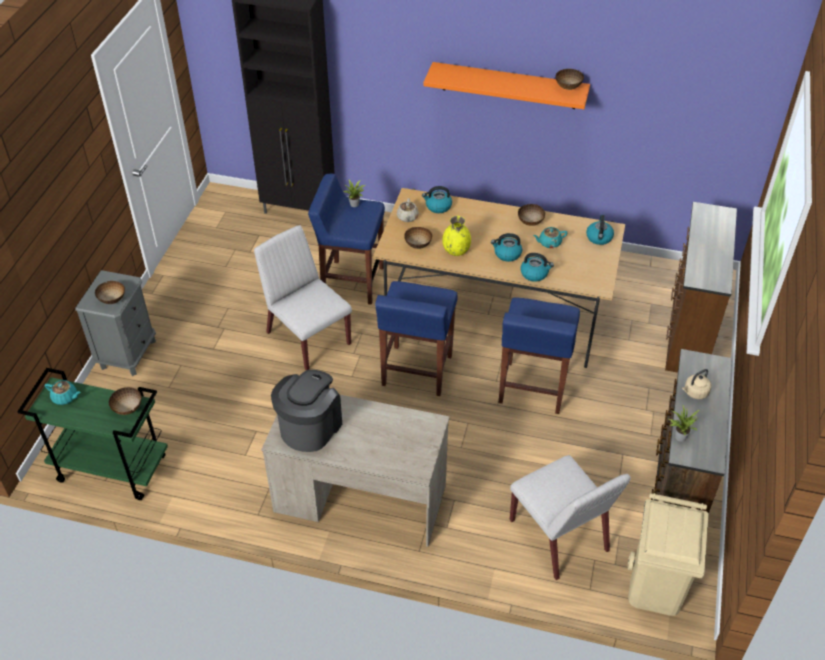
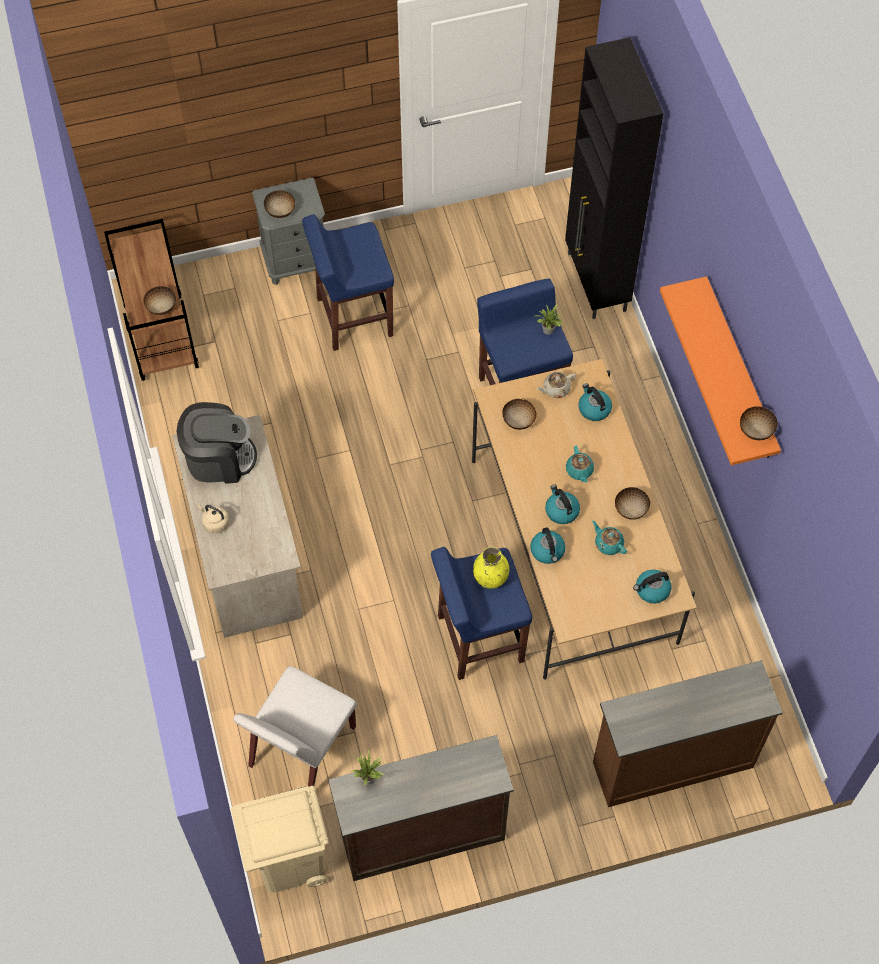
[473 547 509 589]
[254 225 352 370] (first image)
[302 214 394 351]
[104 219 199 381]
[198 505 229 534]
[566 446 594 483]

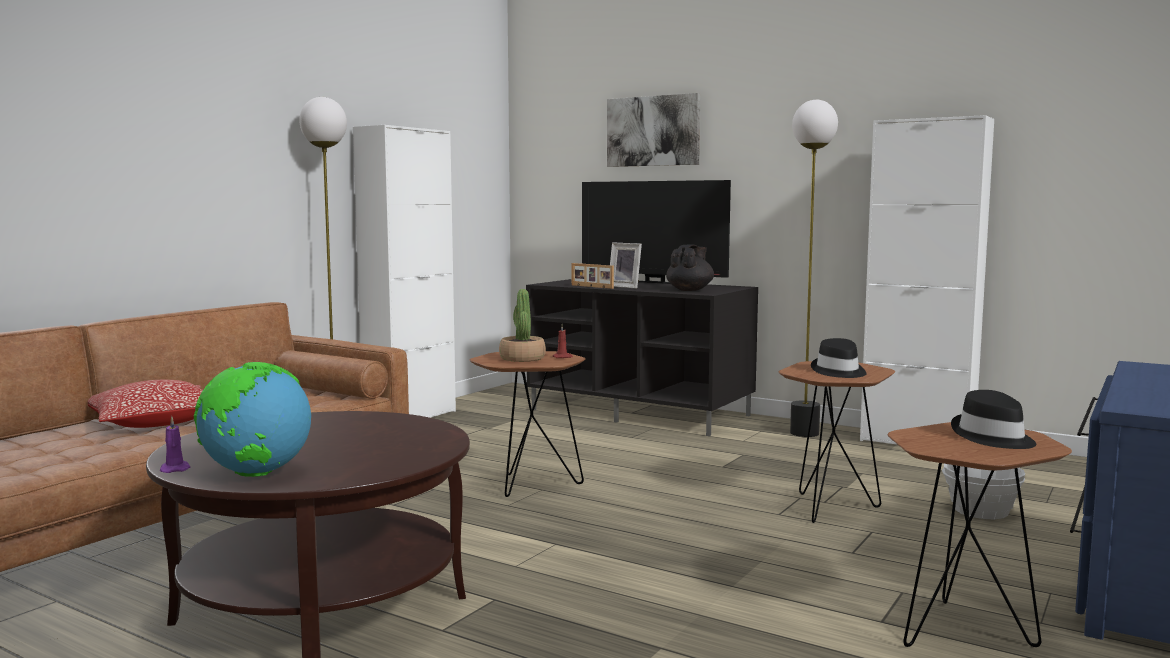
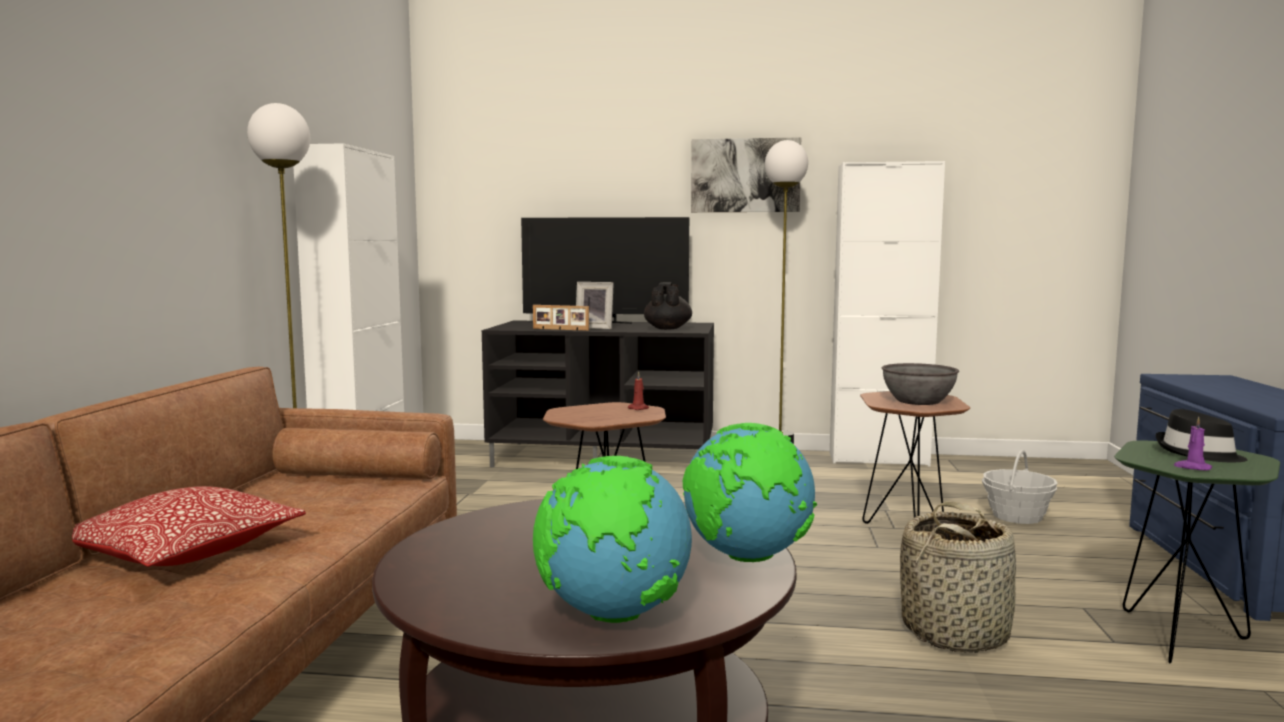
[691 137 801 212]
[499 289 546 362] (first image)
[882 363 959 405]
[1174 417 1212 471]
[1114 440 1280 664]
[683 423 818 562]
[900 501 1016 653]

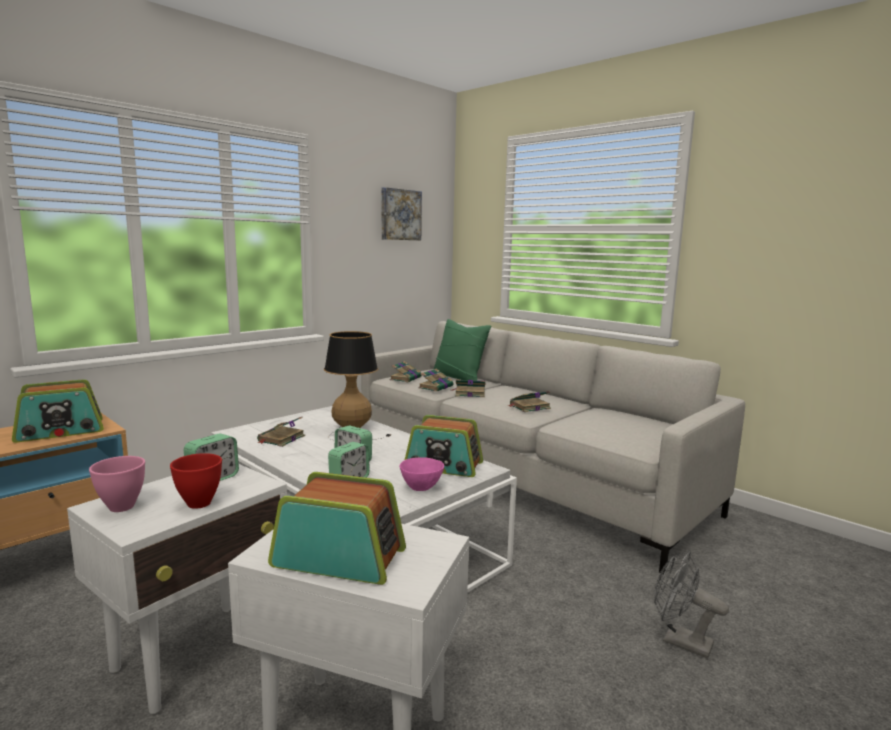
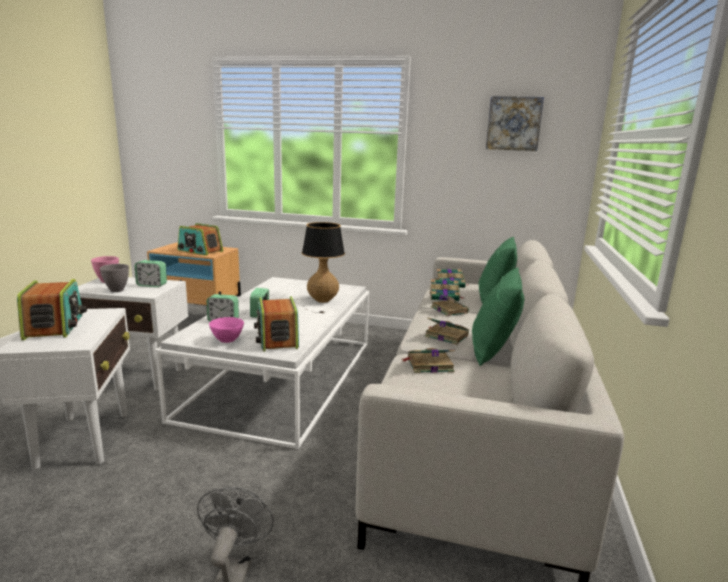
[402 348 455 373]
[100 264 129 292]
[472 267 525 366]

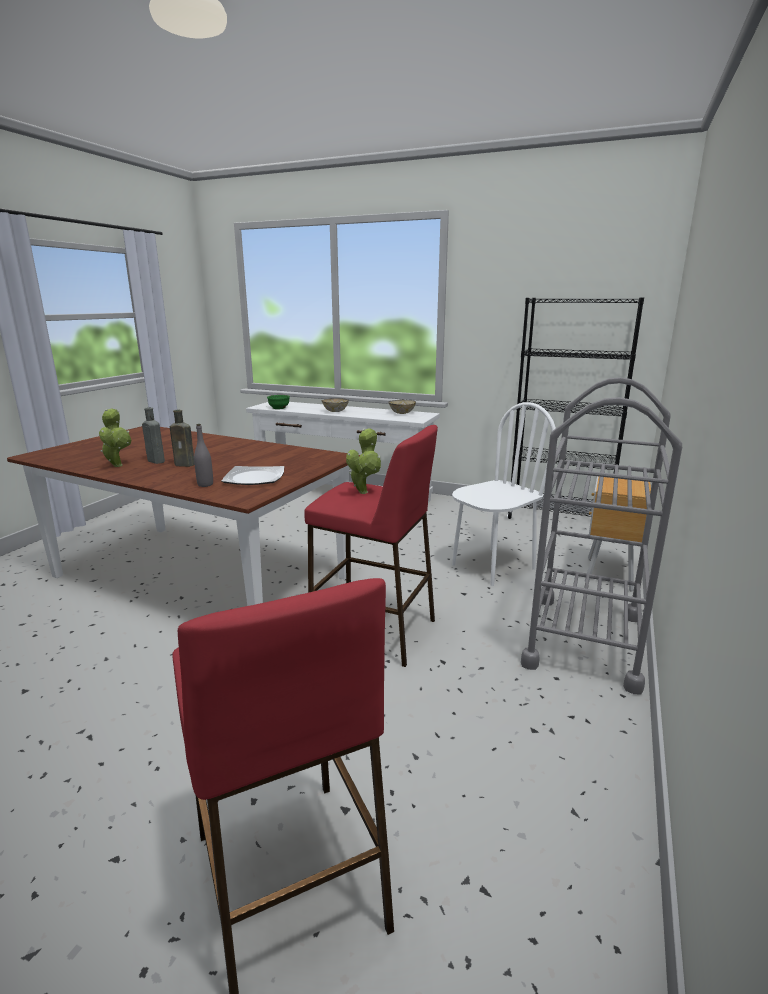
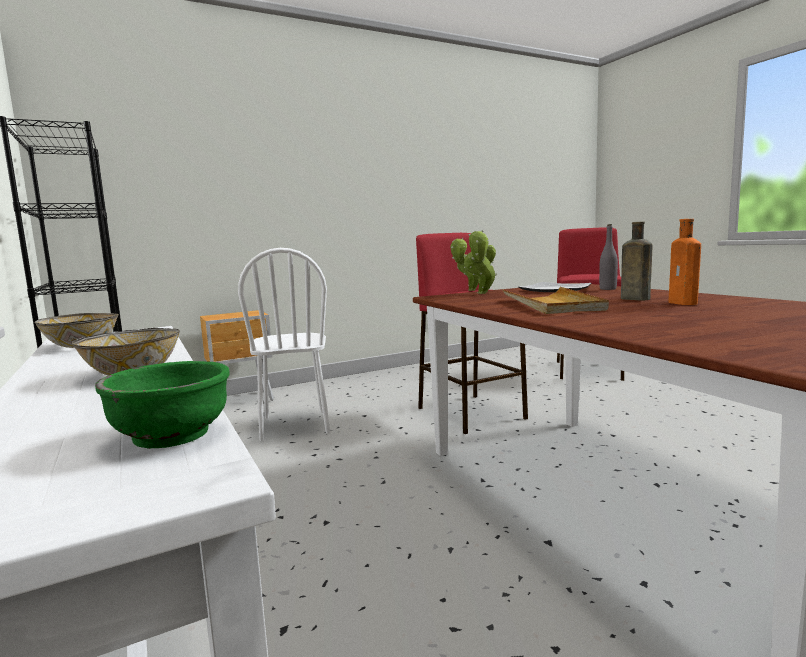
[521 377 682 695] (first image)
[238 248 330 441]
[669 219 701 305]
[464 230 497 294]
[503 287 609 314]

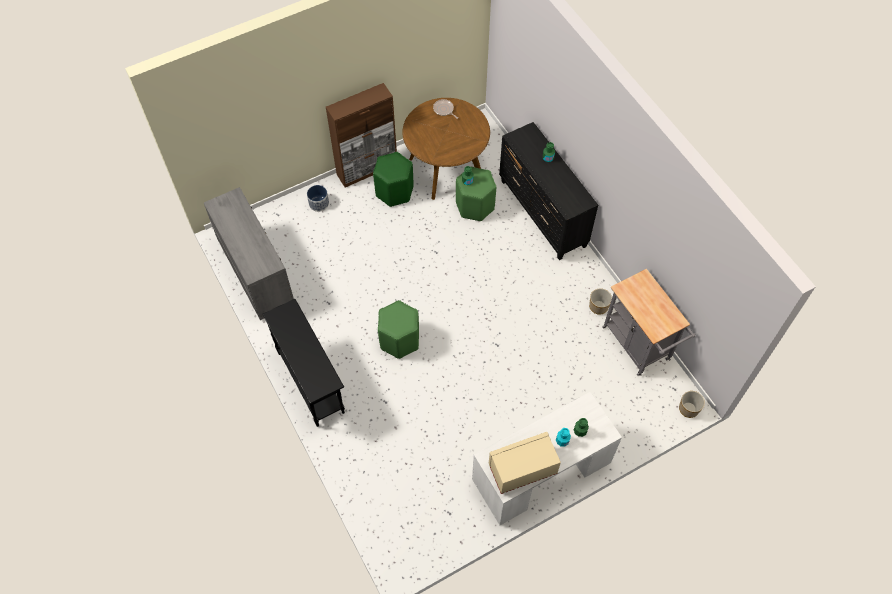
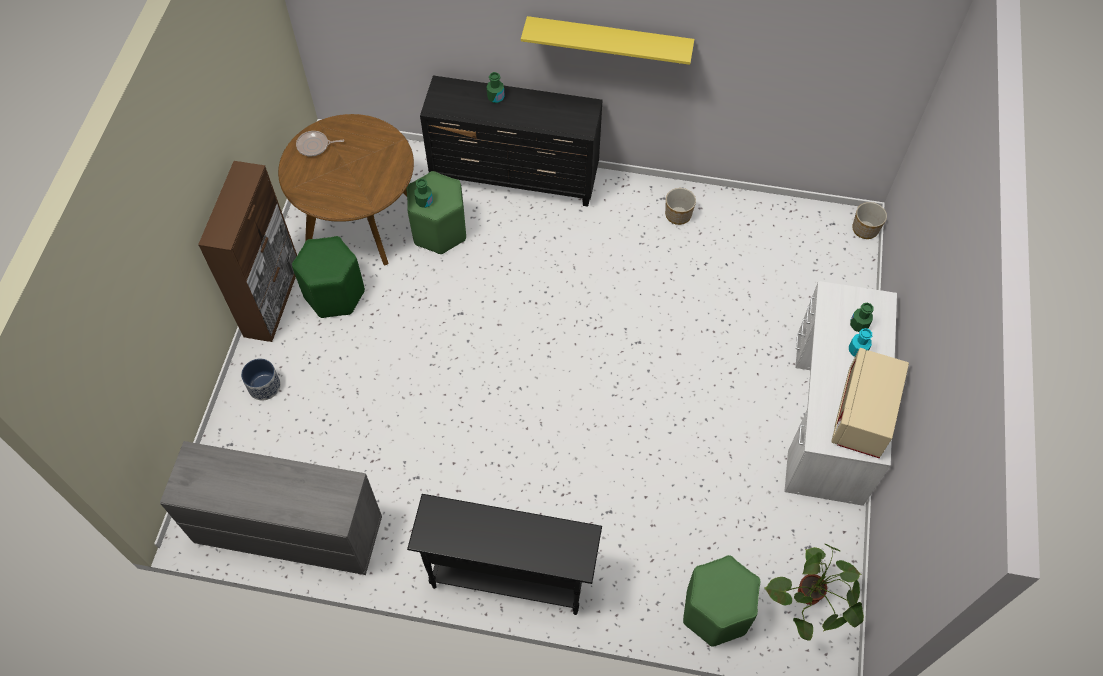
[602 269 695 376] (first image)
[683 555 760 647]
[521 16 694 65]
[764 544 864 641]

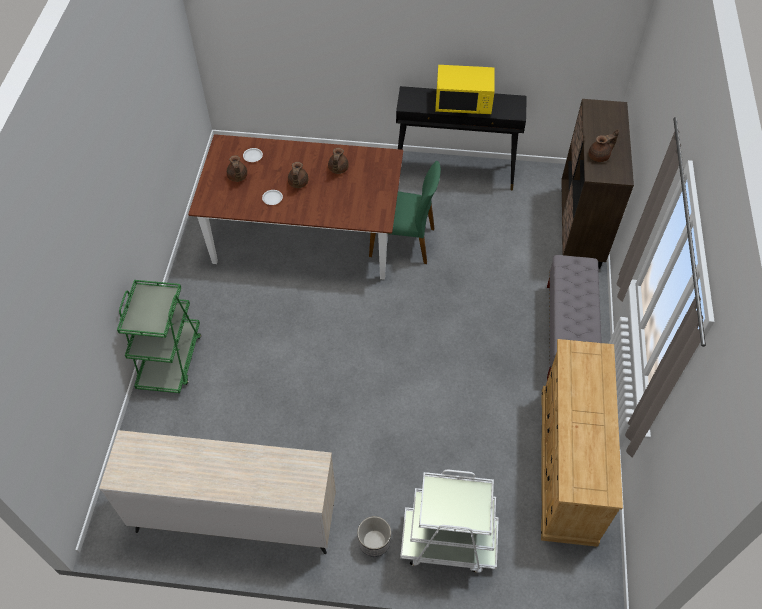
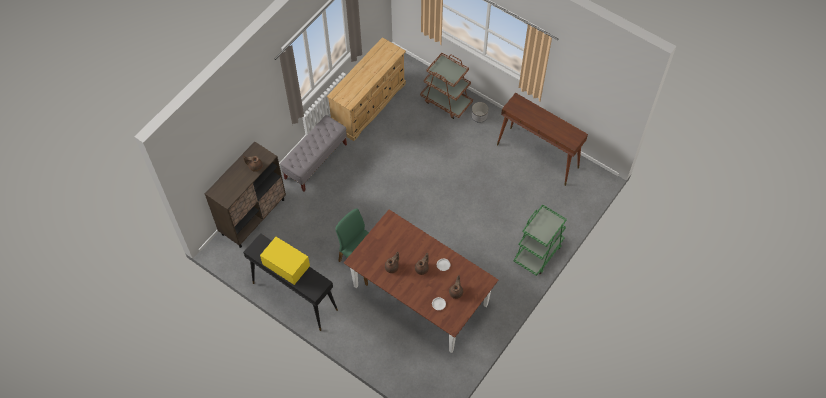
[497 93 588 186]
[420 53 473 119]

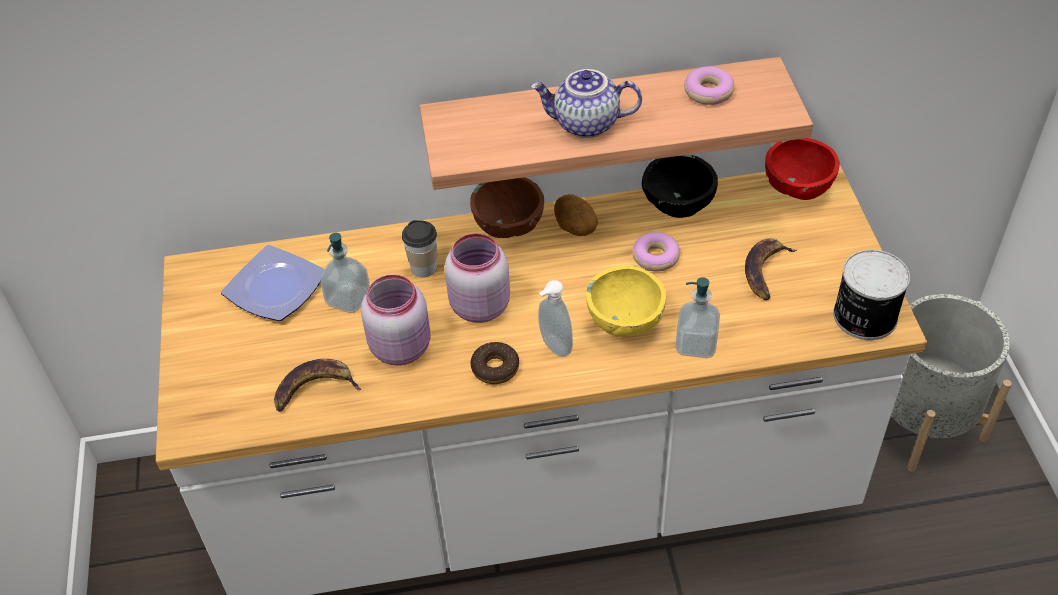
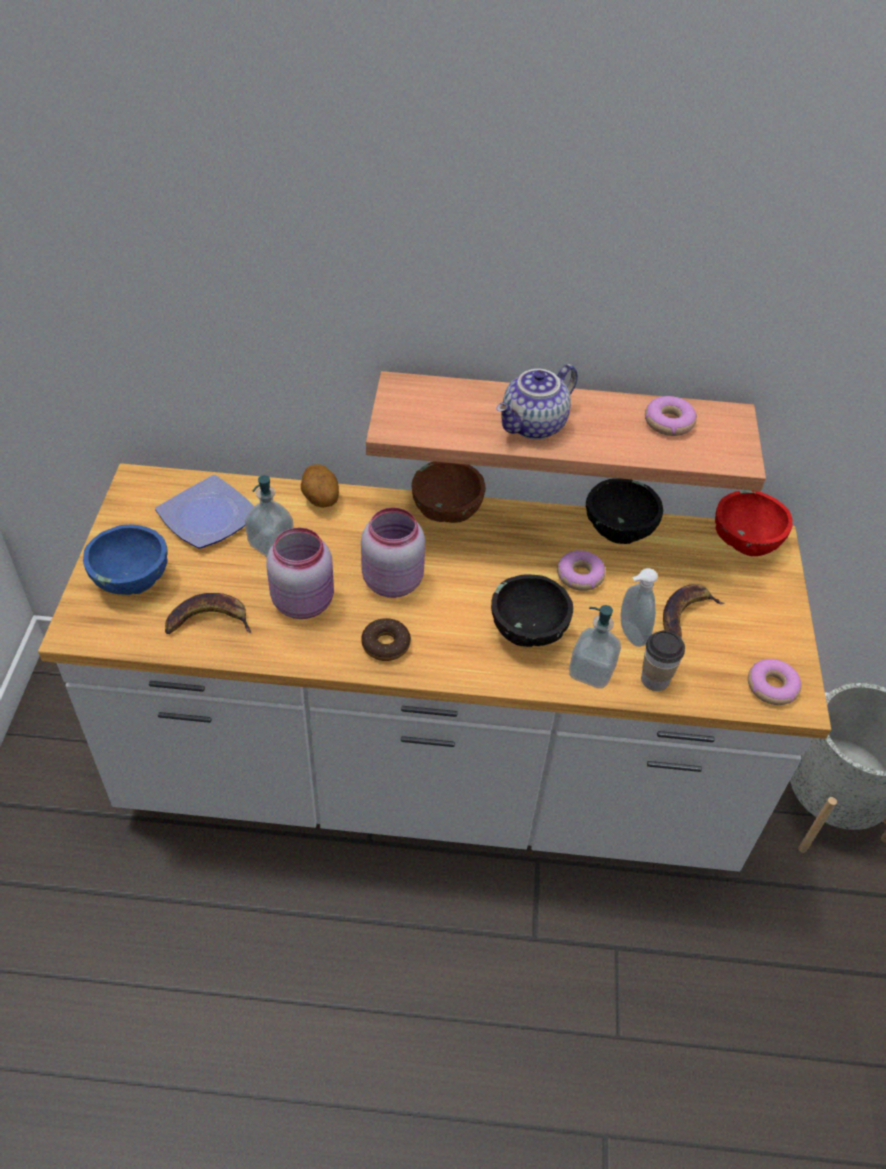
[496 364 578 439]
[301 464 339 508]
[641 630 685 691]
[748 659 801 705]
[491 574 573 647]
[620 568 658 647]
[83 525 168 595]

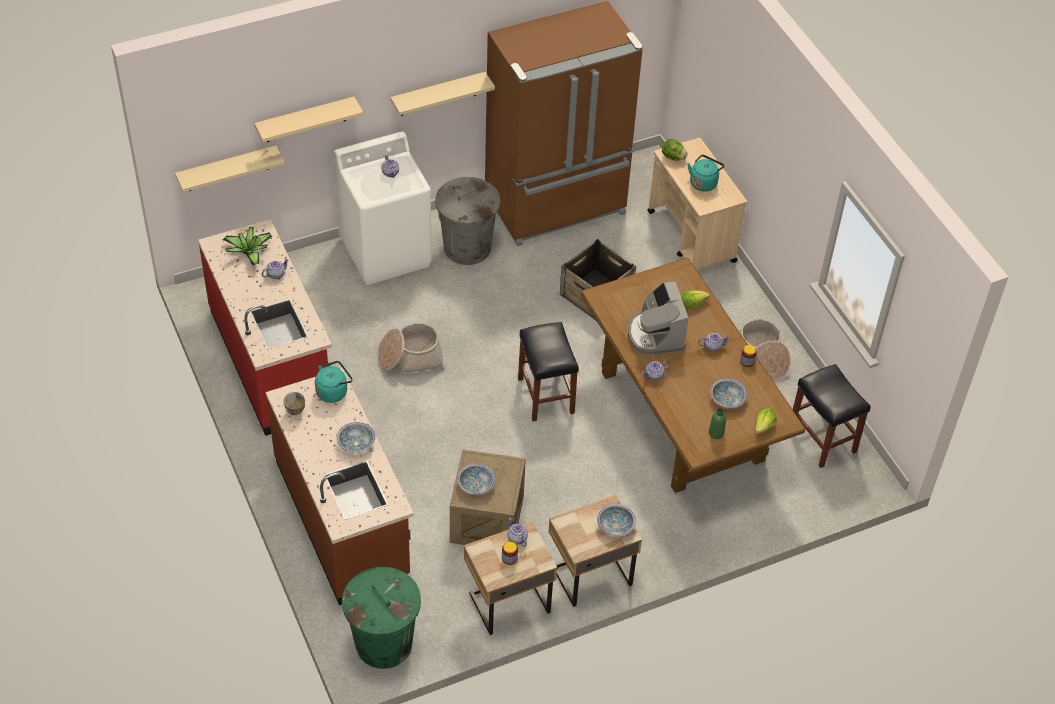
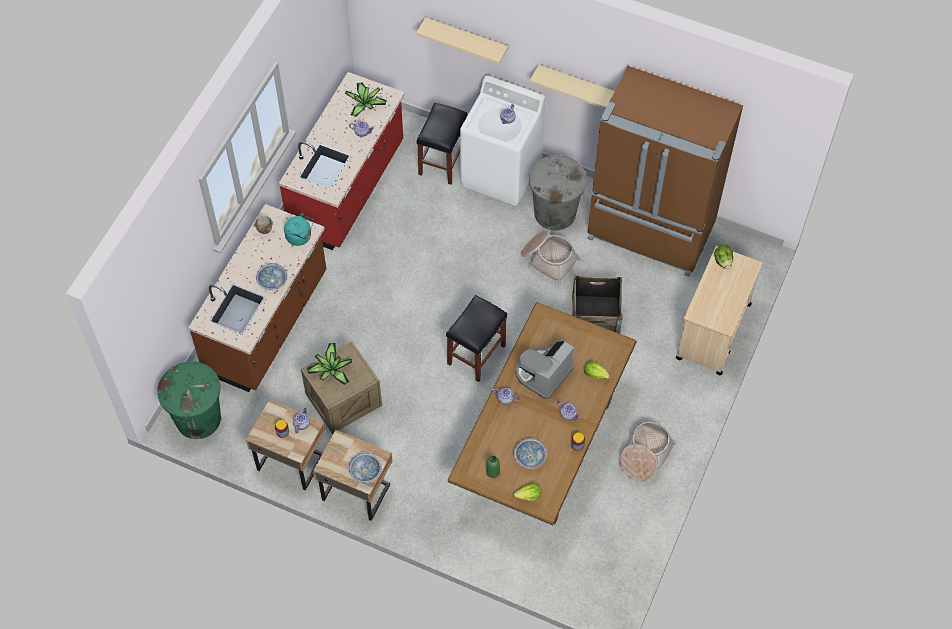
[175 146 285 192] (first image)
[687 155 724 192] (first image)
[521 230 580 285]
[417 103 468 185]
[307 343 352 385]

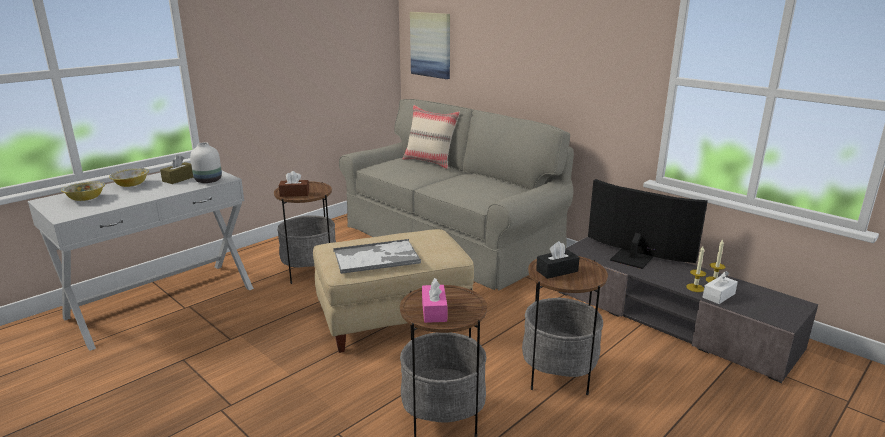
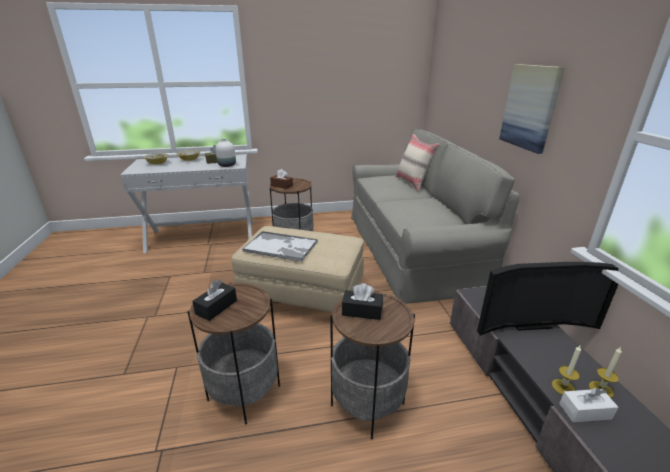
[499 64 564 154]
[477 262 619 336]
[192 280 237 321]

